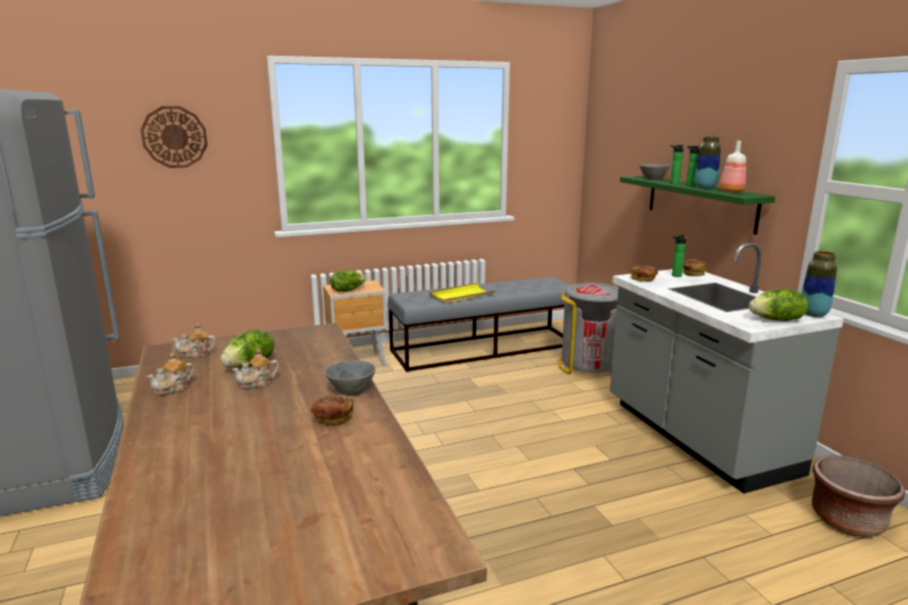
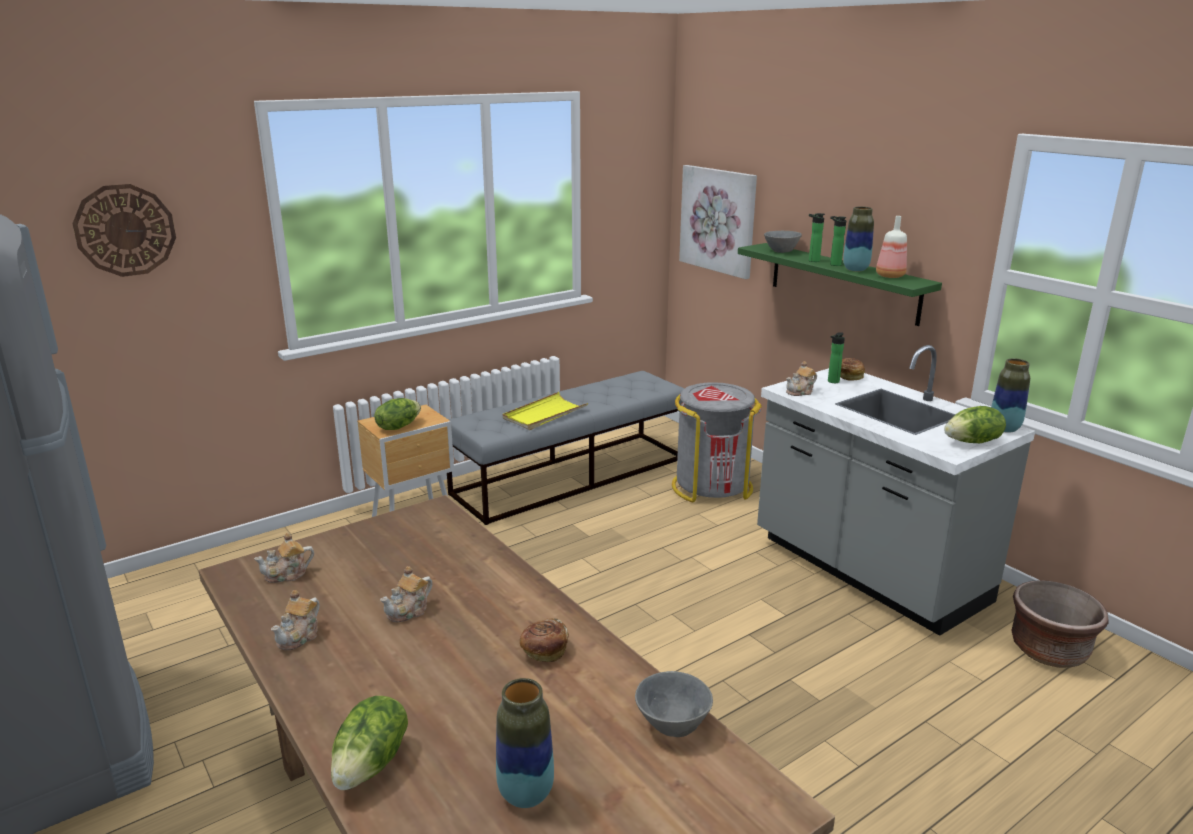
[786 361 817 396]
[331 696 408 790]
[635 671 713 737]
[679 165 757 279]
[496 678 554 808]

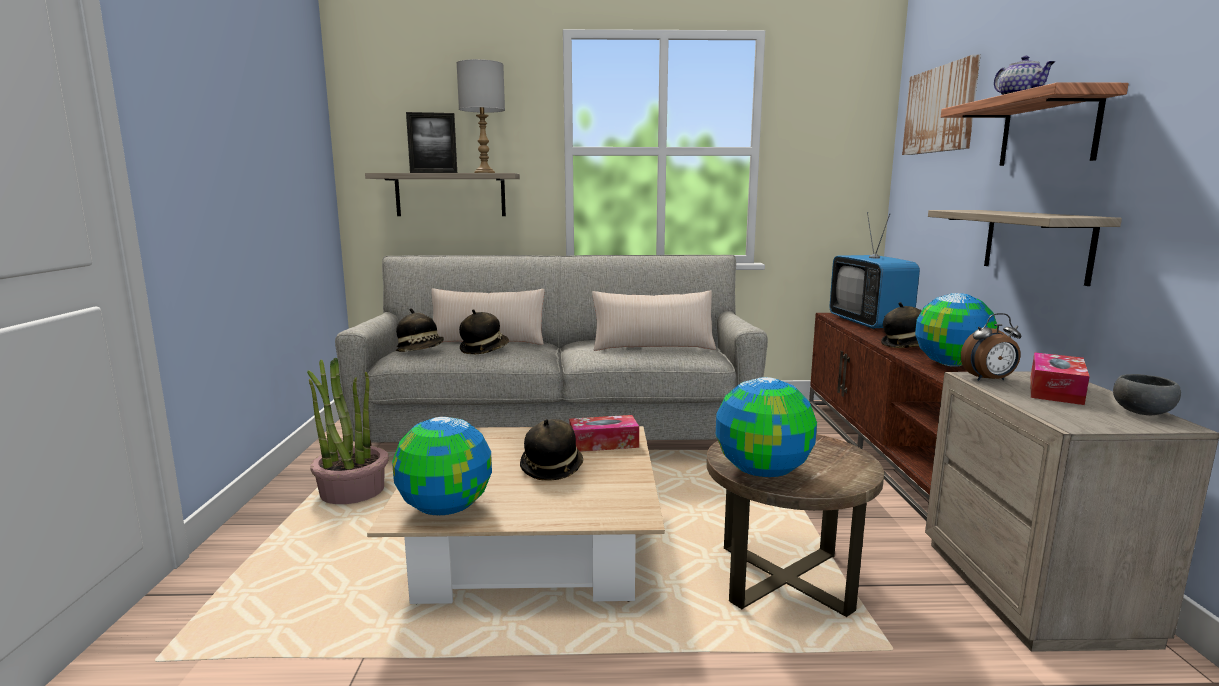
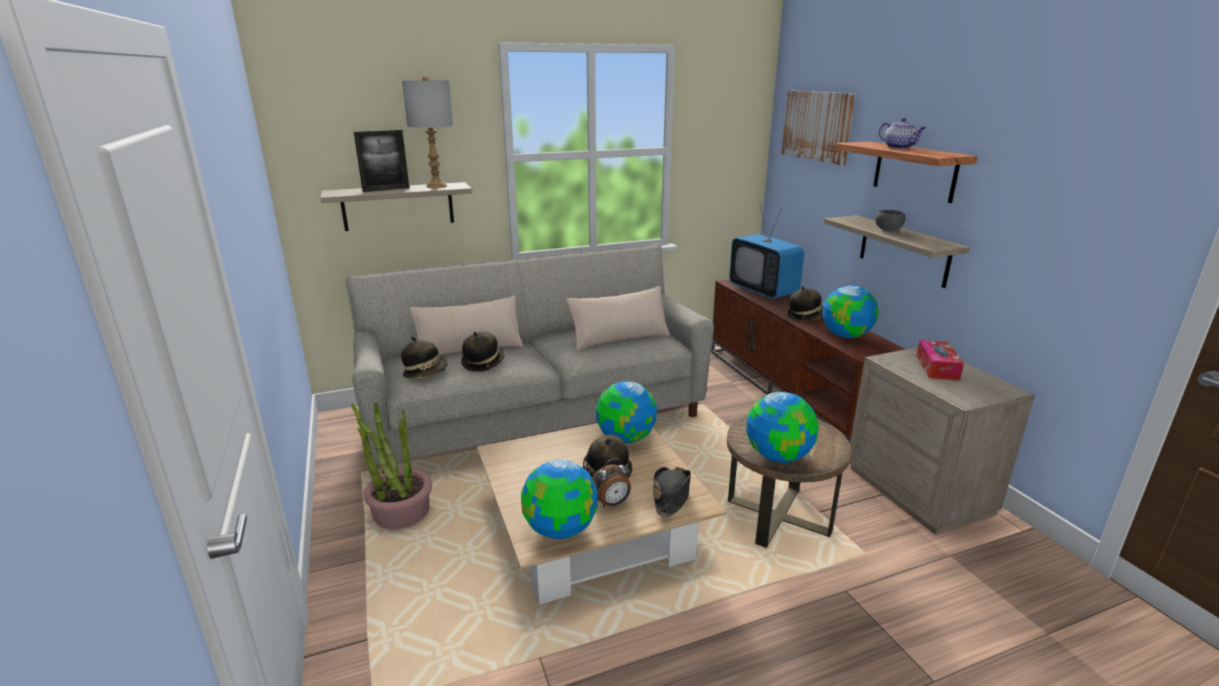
[592 458 631 508]
[875 210 906 231]
[596 381 657 443]
[653 467 691 517]

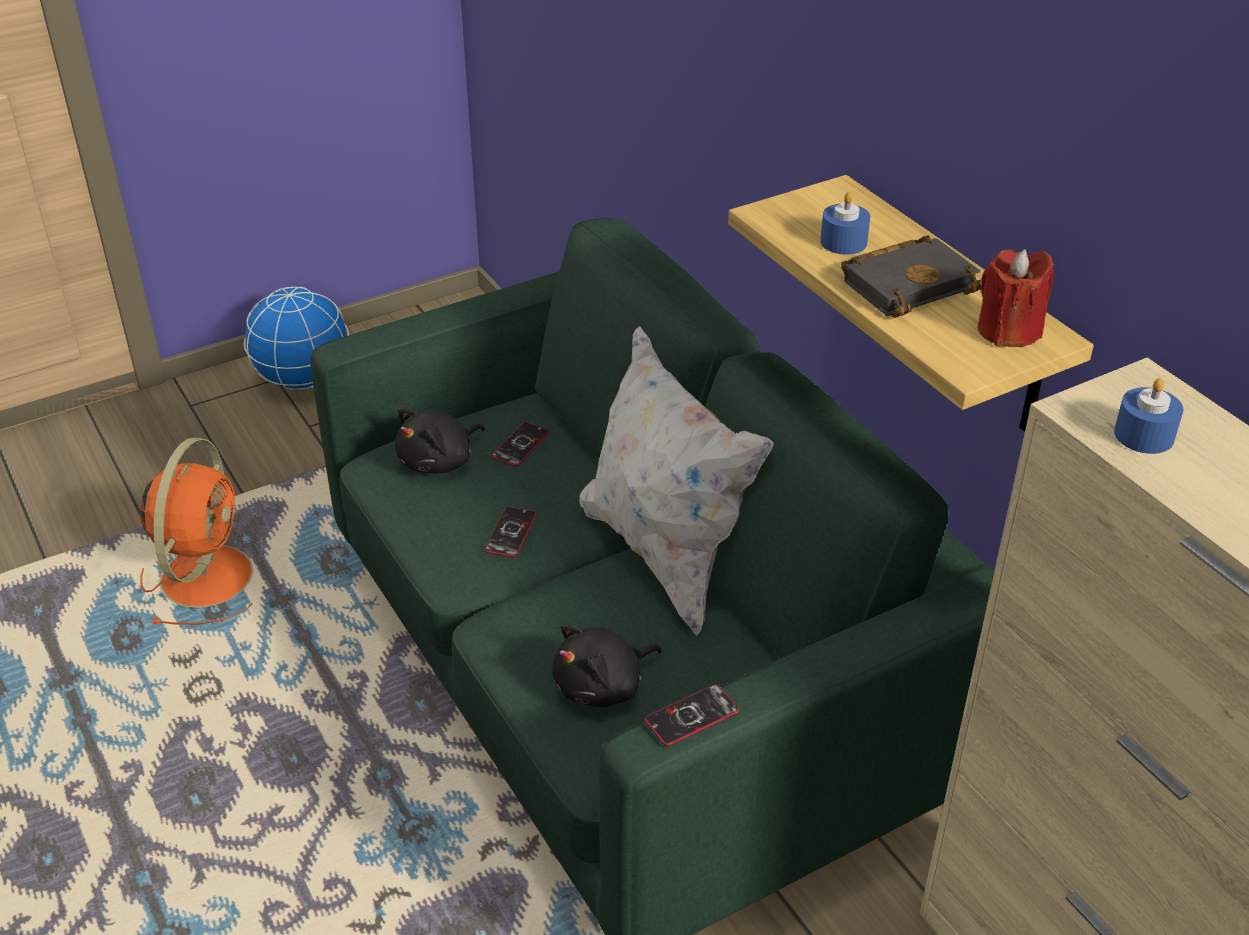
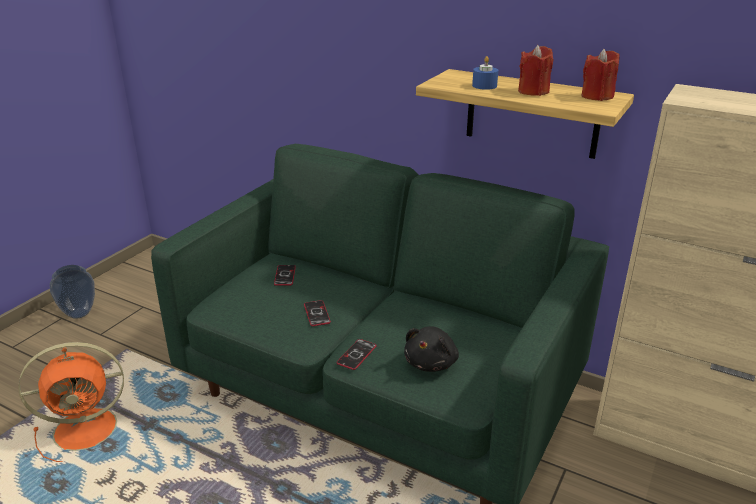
[518 45 553 96]
[50 265 95 319]
[579 326 774 635] (first image)
[1114 378 1183 454] (first image)
[395 407 485 473] (first image)
[18 342 124 462]
[336 339 377 370]

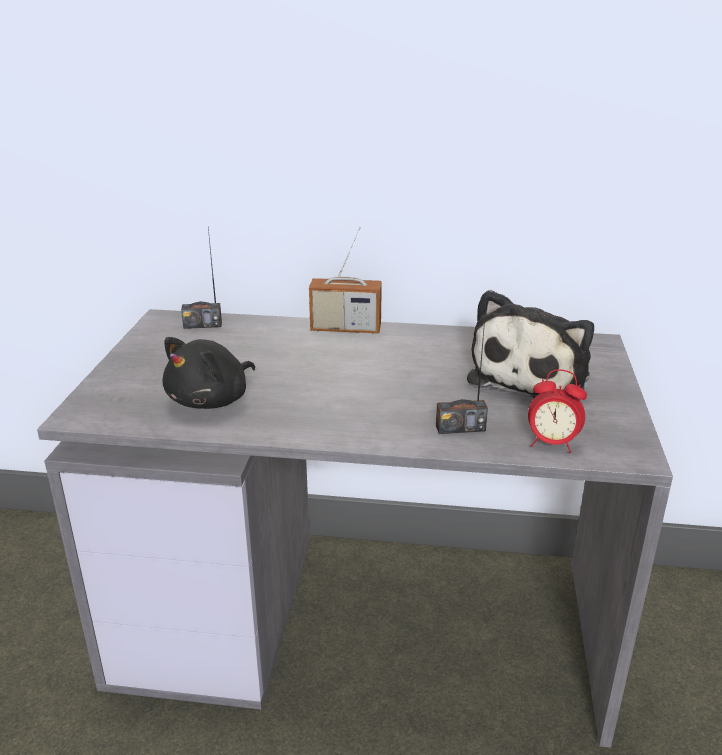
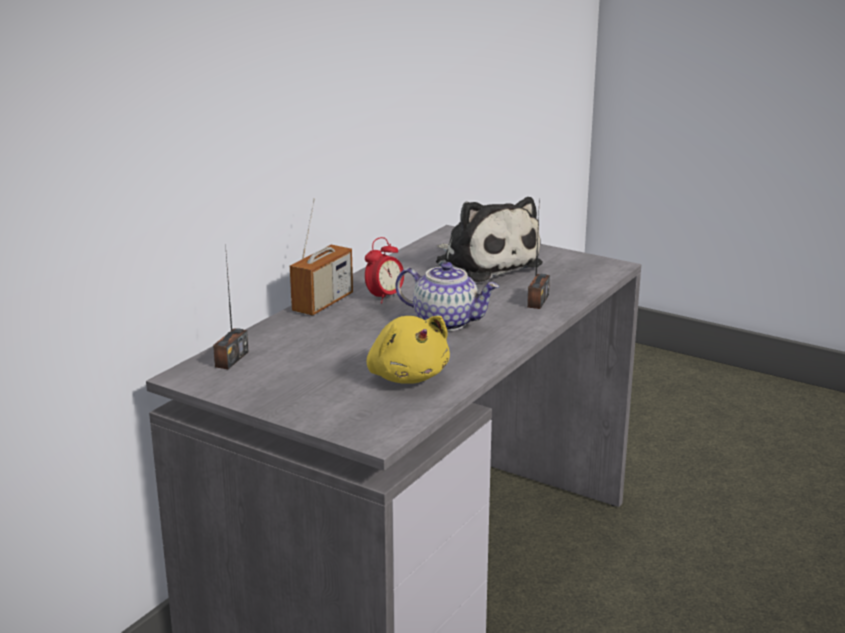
[367 316 450 384]
[365 237 404 303]
[395 262 499 331]

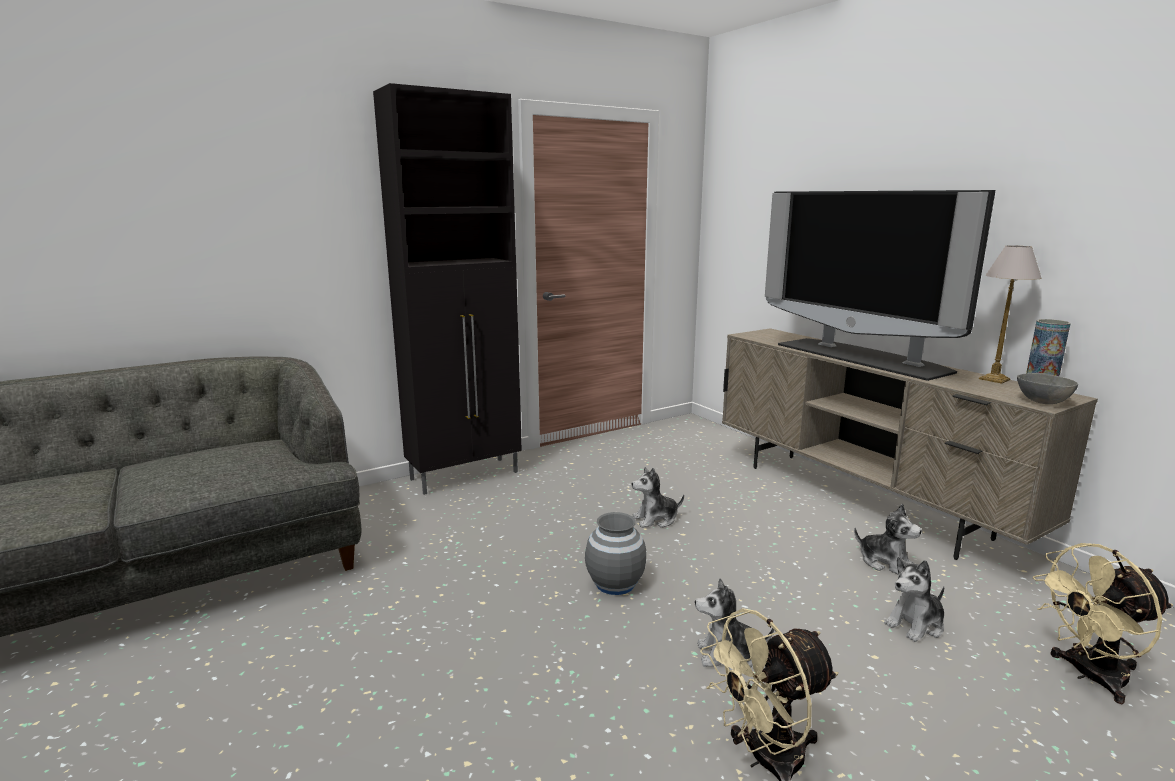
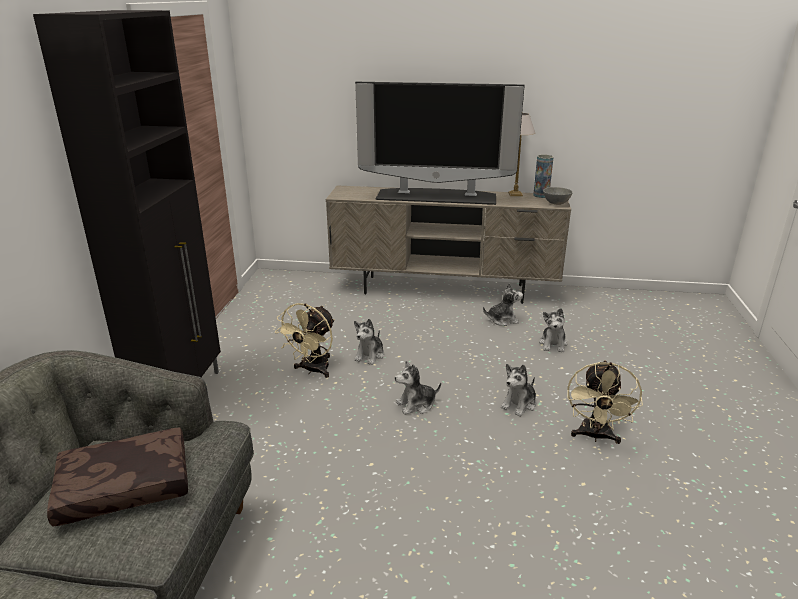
[395 361 441 415]
[275 303 335 378]
[47 428 188 526]

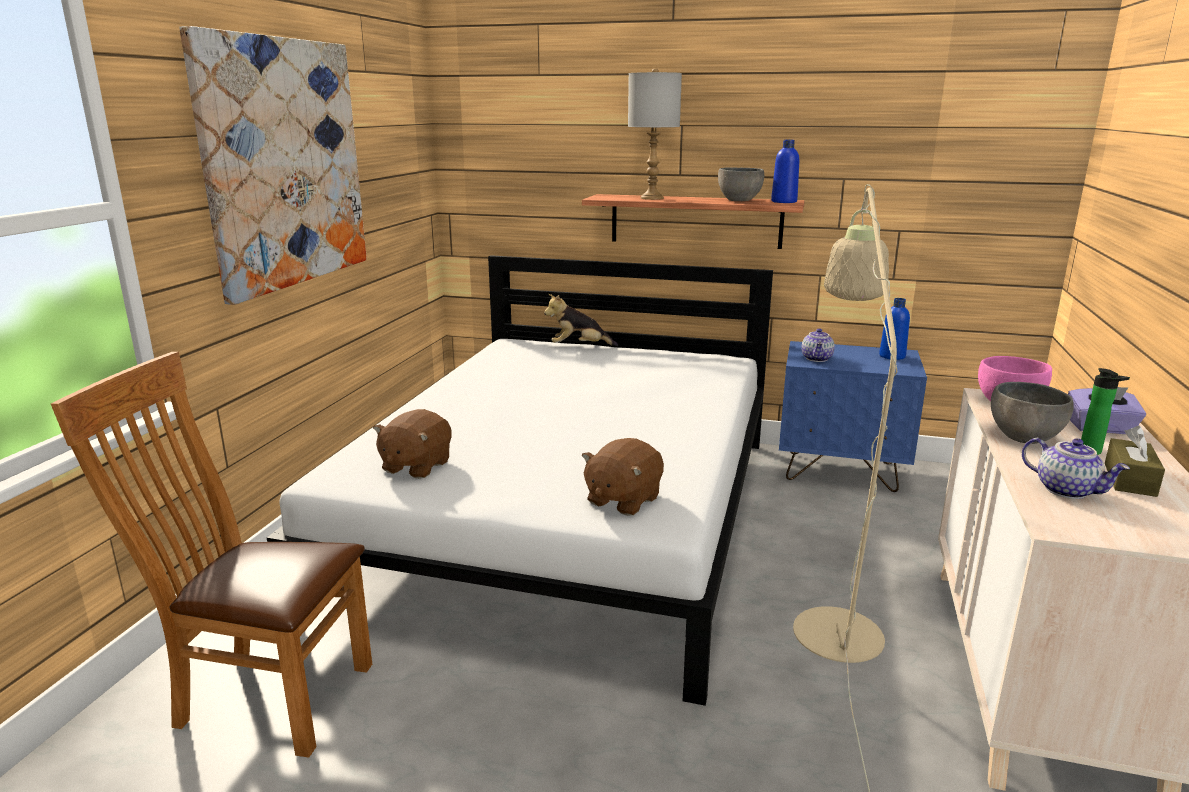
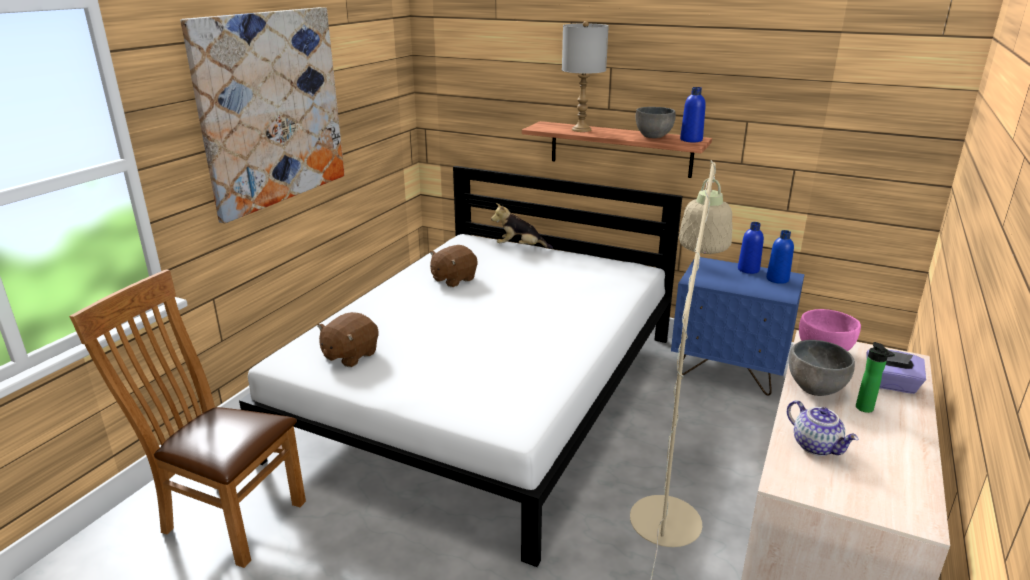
[801 328 835 362] (first image)
[1105 426 1165 497] (first image)
[430 245 477 287]
[738 222 764 274]

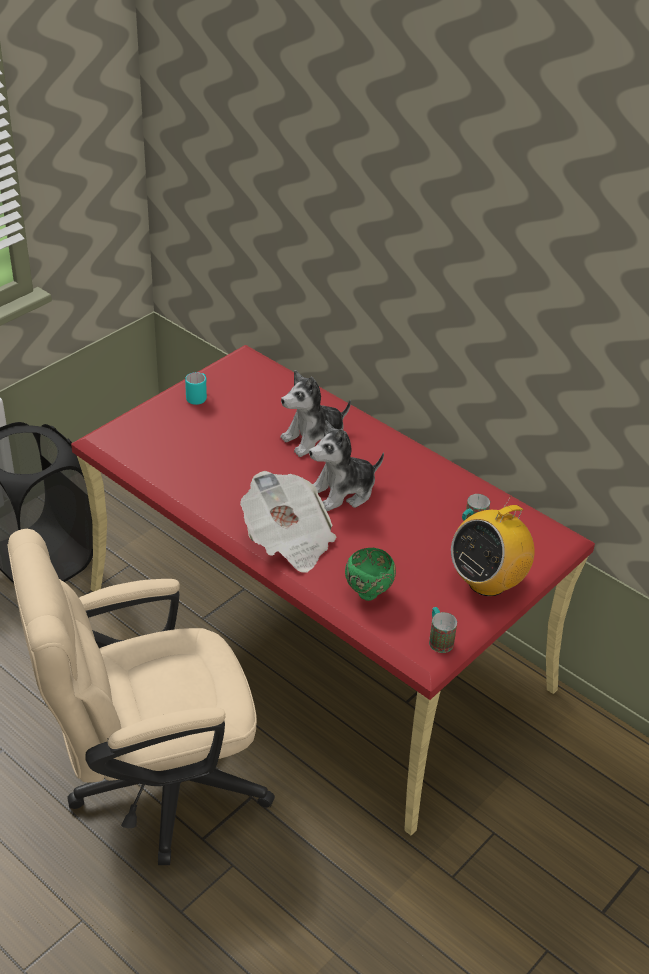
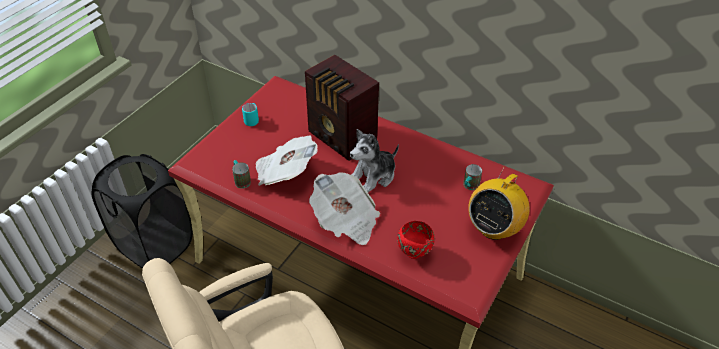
[305 55 379 161]
[397 221 435 259]
[232 160 251 188]
[255 135 318 186]

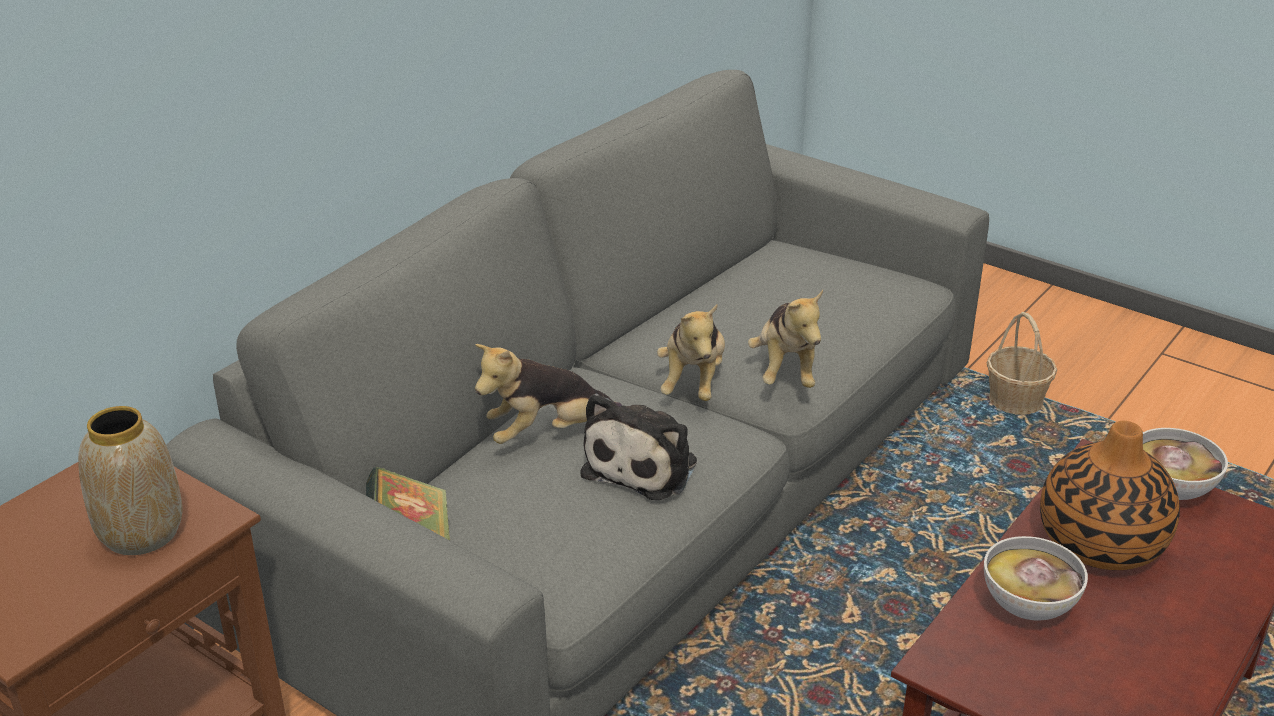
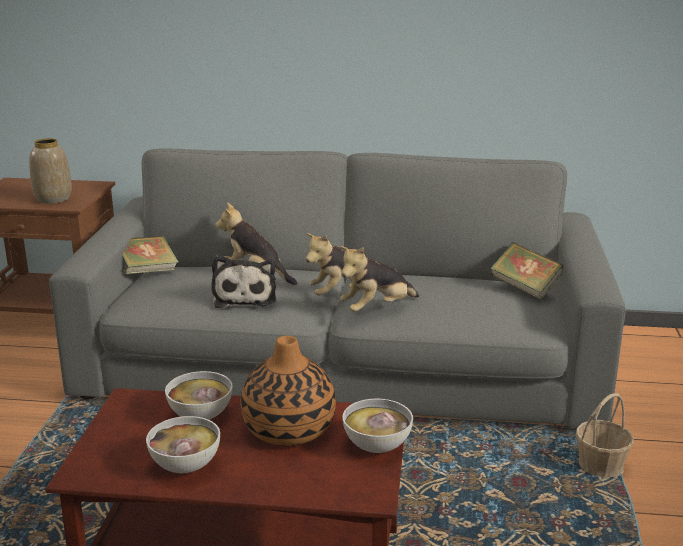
[211 256 276 308]
[490 242 564 300]
[146 416 220 473]

